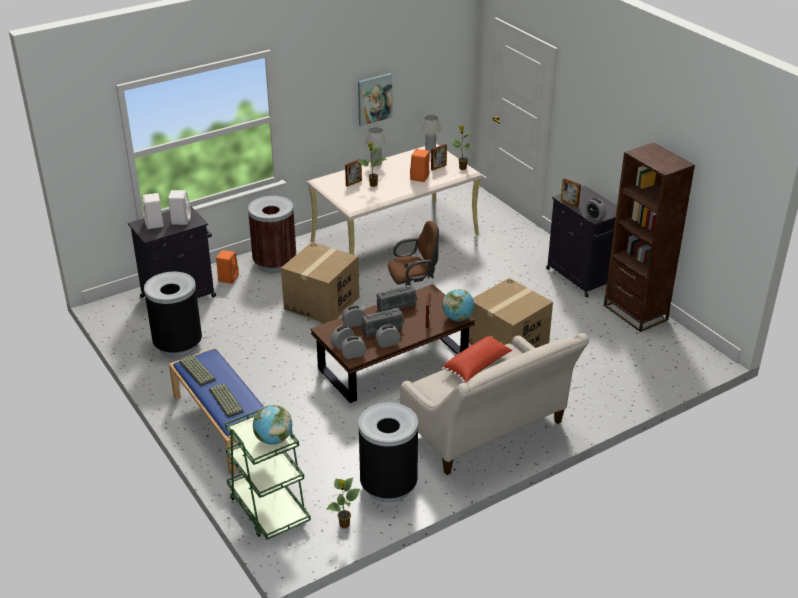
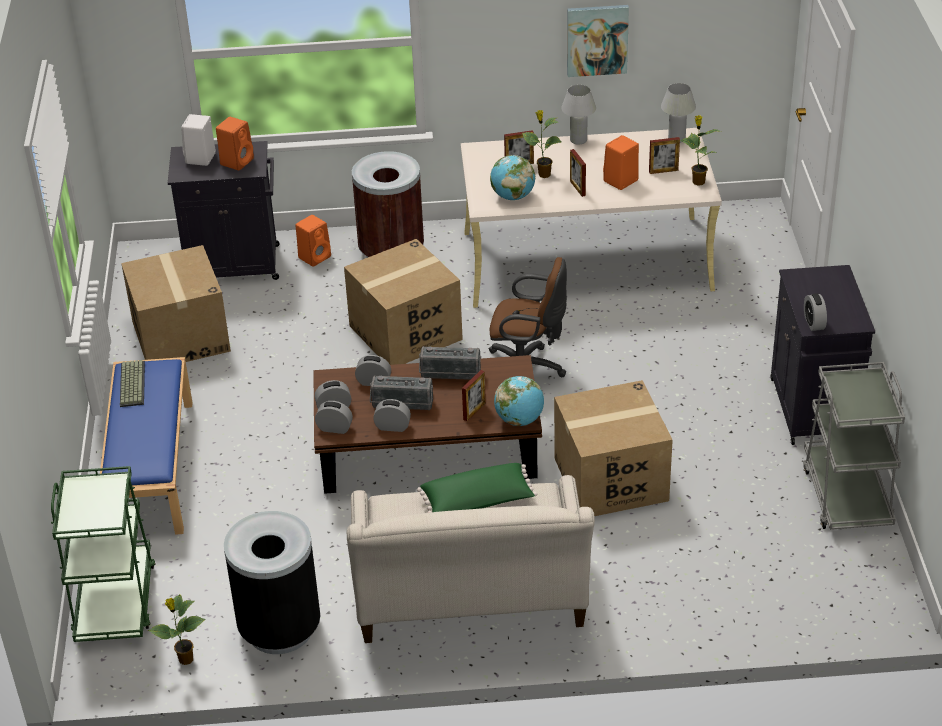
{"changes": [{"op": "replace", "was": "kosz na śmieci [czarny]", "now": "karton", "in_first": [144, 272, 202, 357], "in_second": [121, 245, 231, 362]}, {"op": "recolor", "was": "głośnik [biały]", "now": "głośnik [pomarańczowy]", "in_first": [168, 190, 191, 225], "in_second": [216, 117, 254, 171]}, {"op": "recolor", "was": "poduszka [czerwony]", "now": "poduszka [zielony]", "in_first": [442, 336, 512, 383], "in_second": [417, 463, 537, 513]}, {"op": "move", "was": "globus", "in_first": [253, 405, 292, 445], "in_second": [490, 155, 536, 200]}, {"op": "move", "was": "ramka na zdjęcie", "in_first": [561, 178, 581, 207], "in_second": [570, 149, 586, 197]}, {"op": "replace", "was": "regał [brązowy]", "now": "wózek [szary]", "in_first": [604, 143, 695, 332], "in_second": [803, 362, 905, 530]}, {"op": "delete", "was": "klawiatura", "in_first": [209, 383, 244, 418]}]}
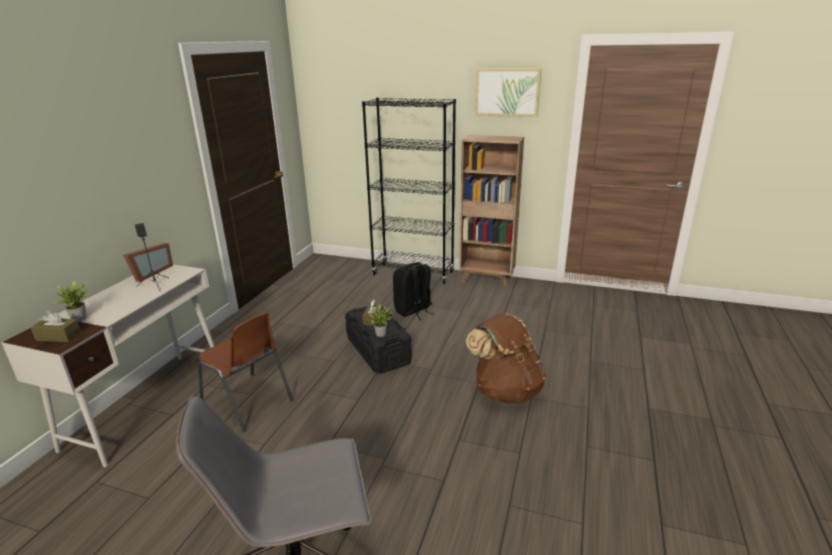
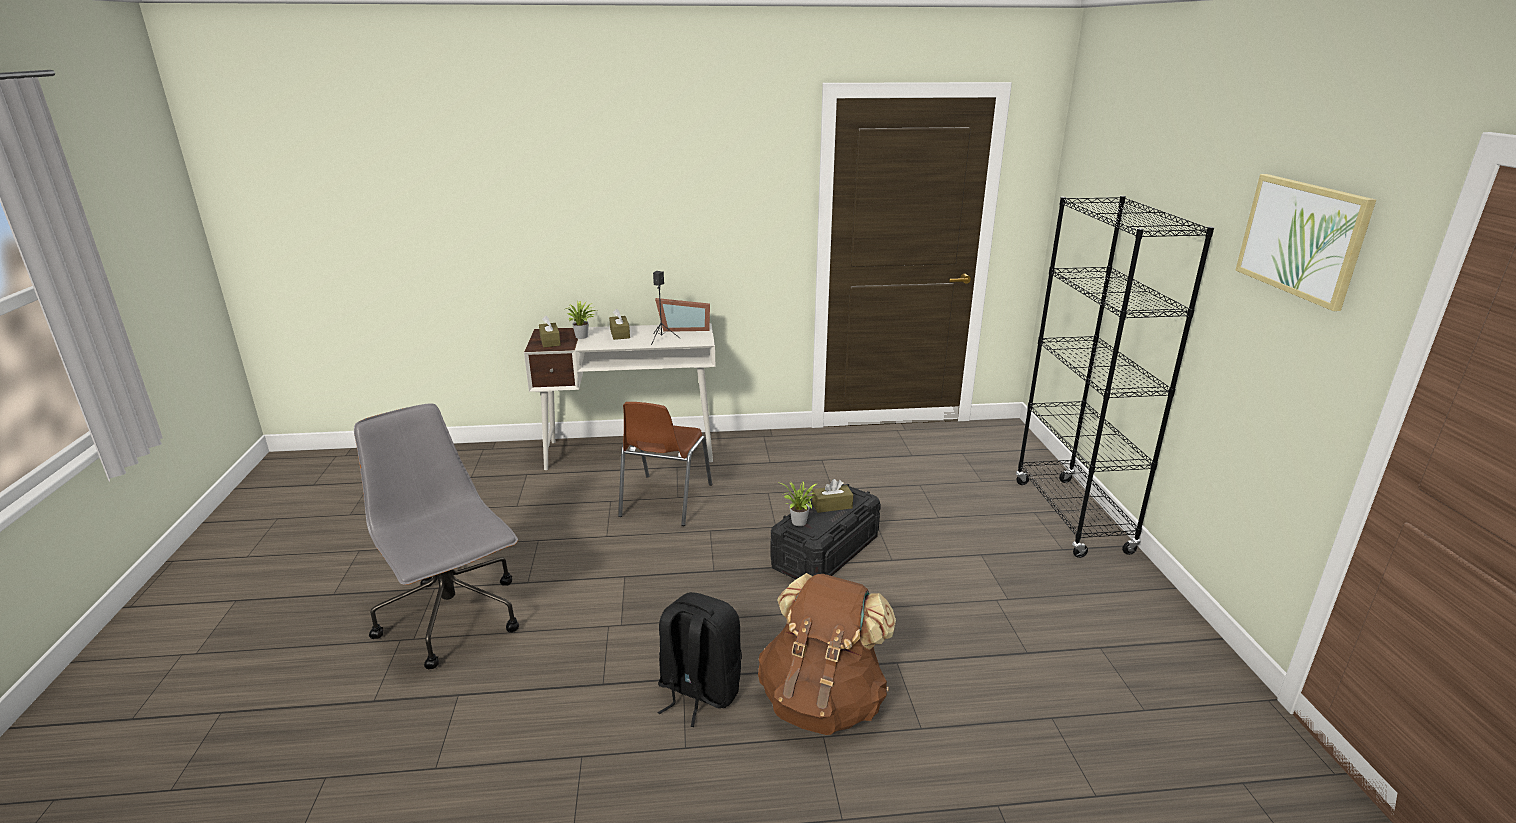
{"changes": [{"op": "insert", "now": "pudełko chusteczek [brązowy]", "in_second": [609, 308, 630, 340]}, {"op": "move", "was": "plecak [czarny]", "in_first": [393, 262, 434, 320], "in_second": [658, 592, 742, 727]}, {"op": "delete", "was": "regał [brązowy]", "in_first": [459, 135, 524, 289]}]}
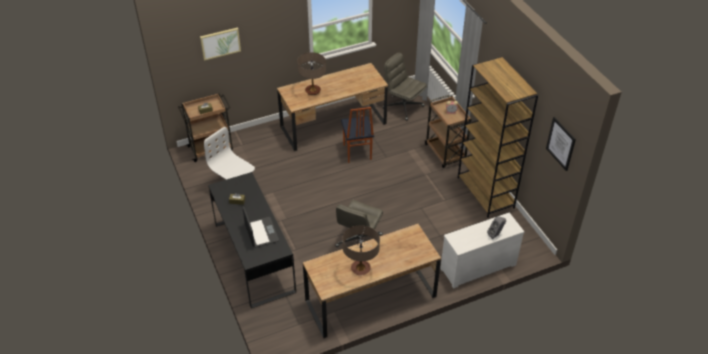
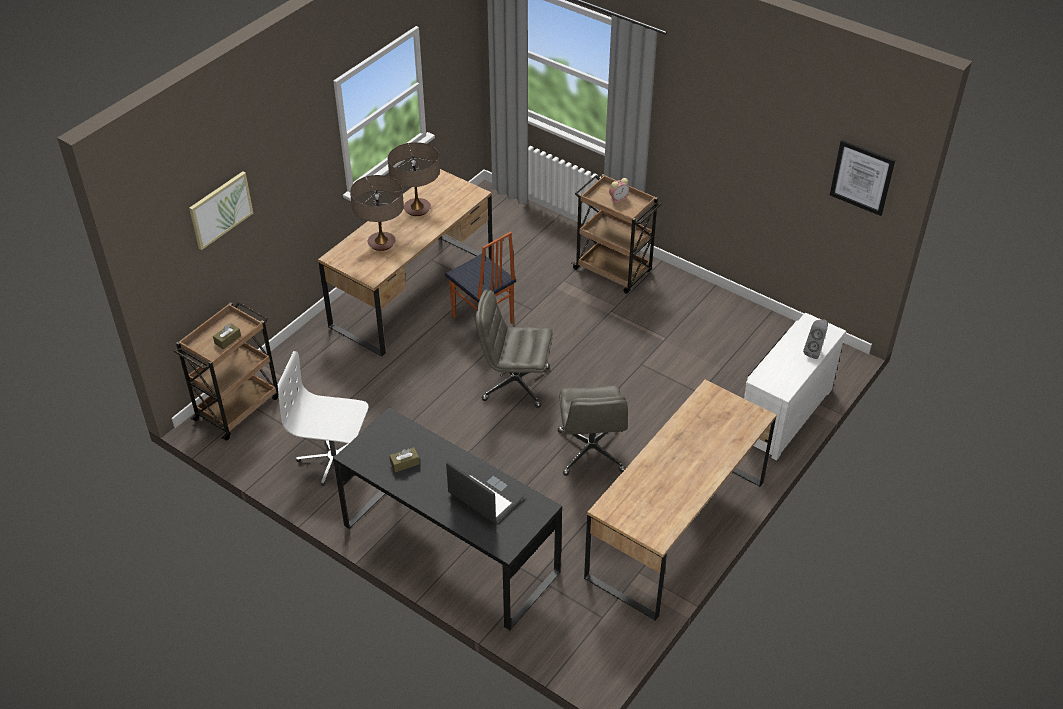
{"changes": [{"op": "move", "was": "lampa stołowa", "in_first": [342, 225, 380, 276], "in_second": [388, 142, 440, 216]}, {"op": "move", "was": "krzesło biurowe [szary]", "in_first": [383, 53, 427, 120], "in_second": [476, 289, 553, 408]}, {"op": "delete", "was": "regał [brązowy]", "in_first": [458, 57, 538, 218]}]}
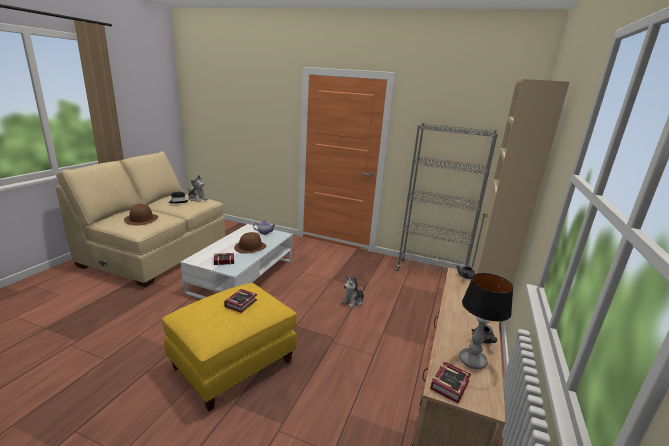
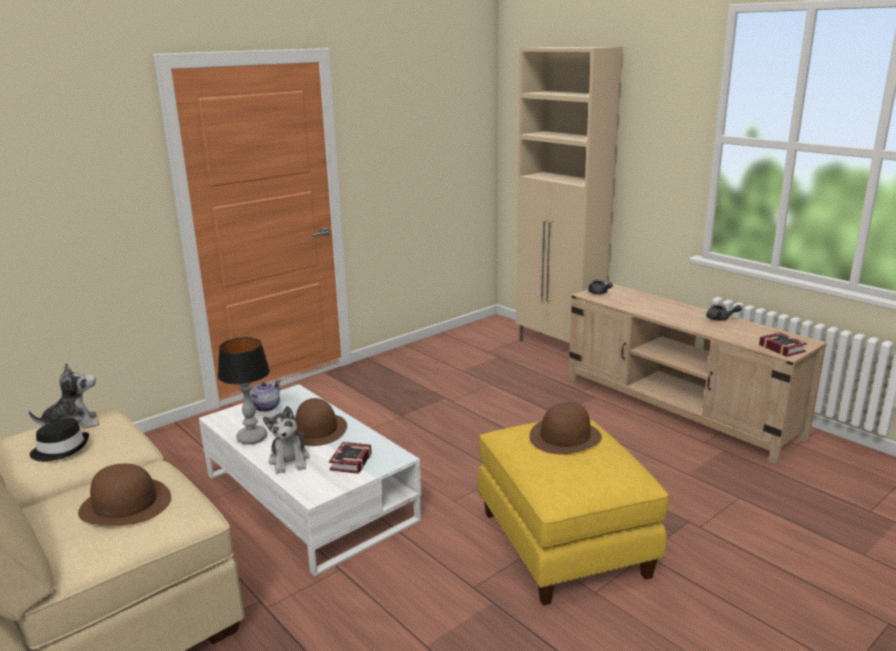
{"changes": [{"op": "move", "was": "lampa stołowa", "in_first": [459, 273, 513, 369], "in_second": [218, 337, 270, 444]}, {"op": "move", "was": "pluszak", "in_first": [341, 275, 365, 308], "in_second": [263, 406, 310, 474]}, {"op": "replace", "was": "książka", "now": "kapelusz [brązowy]", "in_first": [224, 289, 257, 313], "in_second": [529, 402, 602, 454]}, {"op": "delete", "was": "regał [szary]", "in_first": [397, 123, 498, 273]}]}
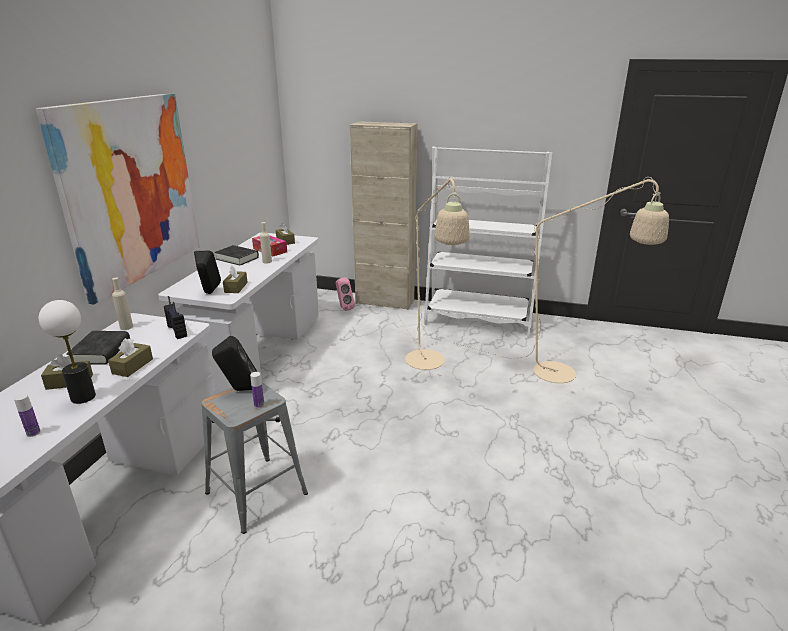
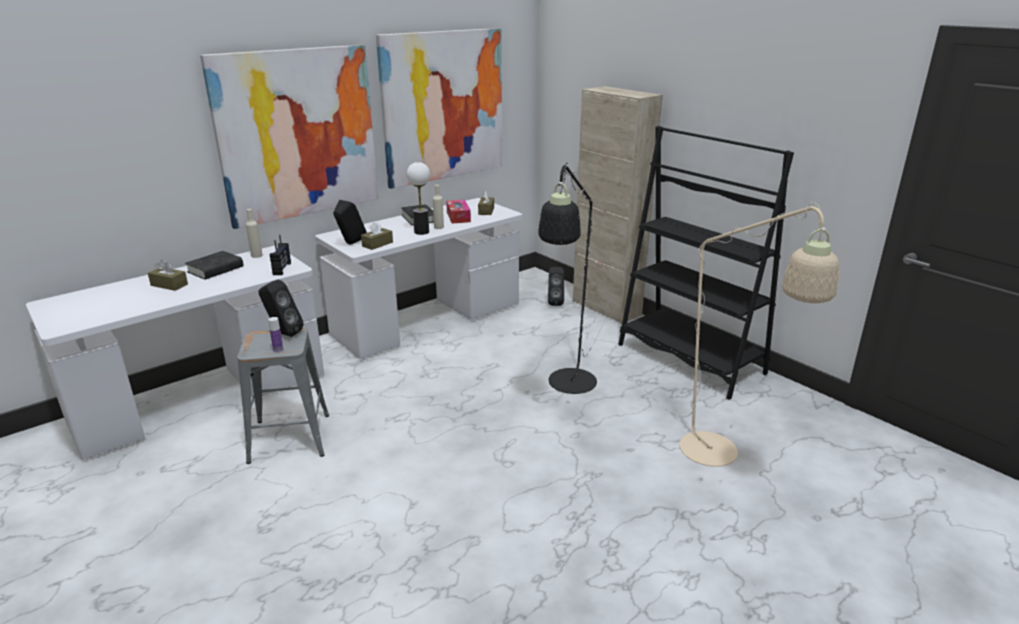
{"changes": [{"op": "insert", "now": "obraz", "in_second": [376, 28, 502, 189]}, {"op": "move", "was": "lampa stołowa", "in_first": [39, 300, 96, 404], "in_second": [407, 162, 430, 235]}, {"op": "recolor", "was": "lampa stojąca [beżowy]", "now": "lampa stojąca [czarny]", "in_first": [396, 176, 470, 370], "in_second": [538, 162, 603, 394]}, {"op": "recolor", "was": "głośnik [różowy]", "now": "głośnik [czarny]", "in_first": [336, 277, 355, 311], "in_second": [548, 267, 564, 306]}, {"op": "recolor", "was": "regał [biały]", "now": "regał [czarny]", "in_first": [424, 147, 553, 338], "in_second": [618, 126, 794, 400]}, {"op": "delete", "was": "butelka", "in_first": [14, 394, 41, 437]}, {"op": "delete", "was": "pudełko chusteczek [brązowy]", "in_first": [108, 338, 153, 377]}]}
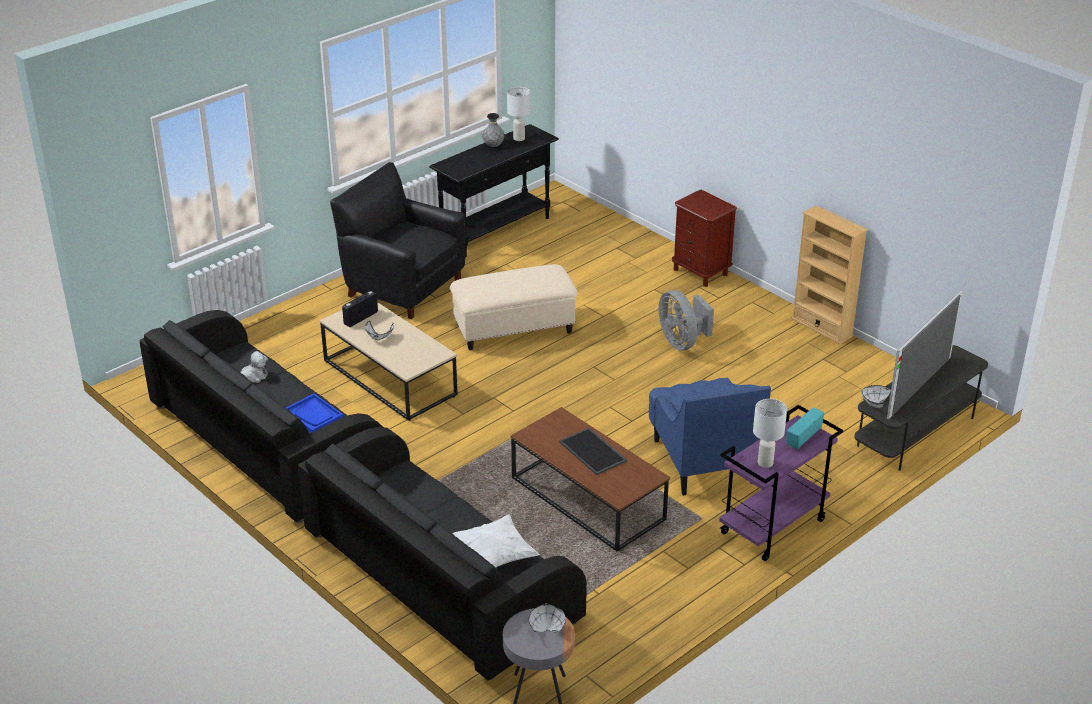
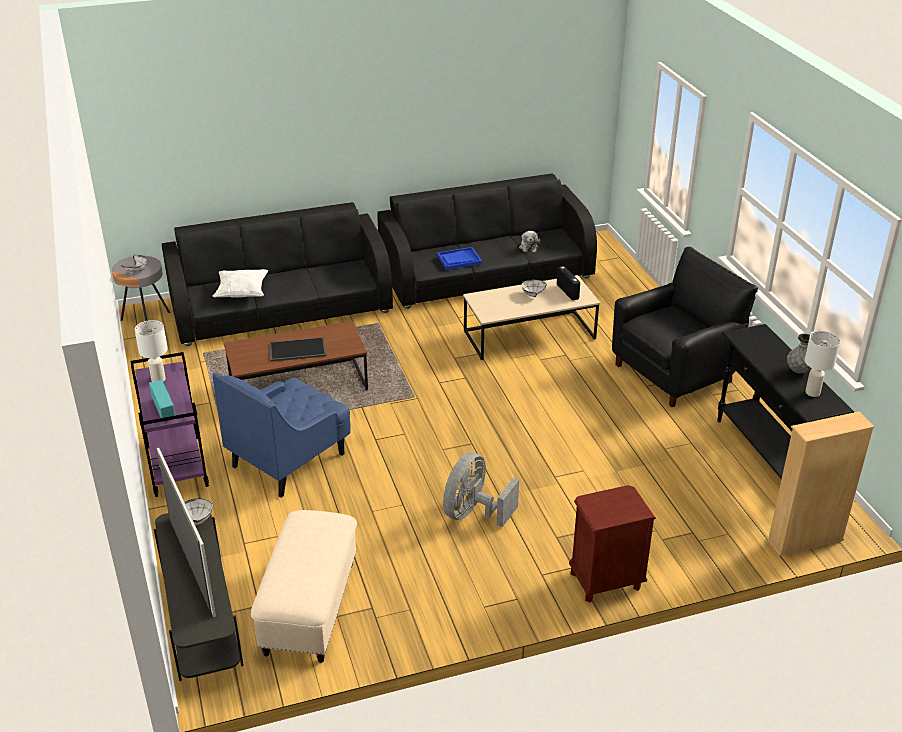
{"changes": [{"op": "rotate", "was": "fotel [niebieski]", "in_first": [649, 378, 771, 496], "in_second": [212, 372, 351, 498], "clockwise": -60}, {"op": "move", "was": "pufa [beżowy]", "in_first": [450, 264, 578, 350], "in_second": [251, 510, 357, 663]}, {"op": "rotate", "was": "wentylator [szary]", "in_first": [659, 290, 714, 351], "in_second": [443, 452, 519, 527], "clockwise": -60}, {"op": "move", "was": "regał [beżowy]", "in_first": [791, 205, 868, 344], "in_second": [766, 412, 875, 556]}]}
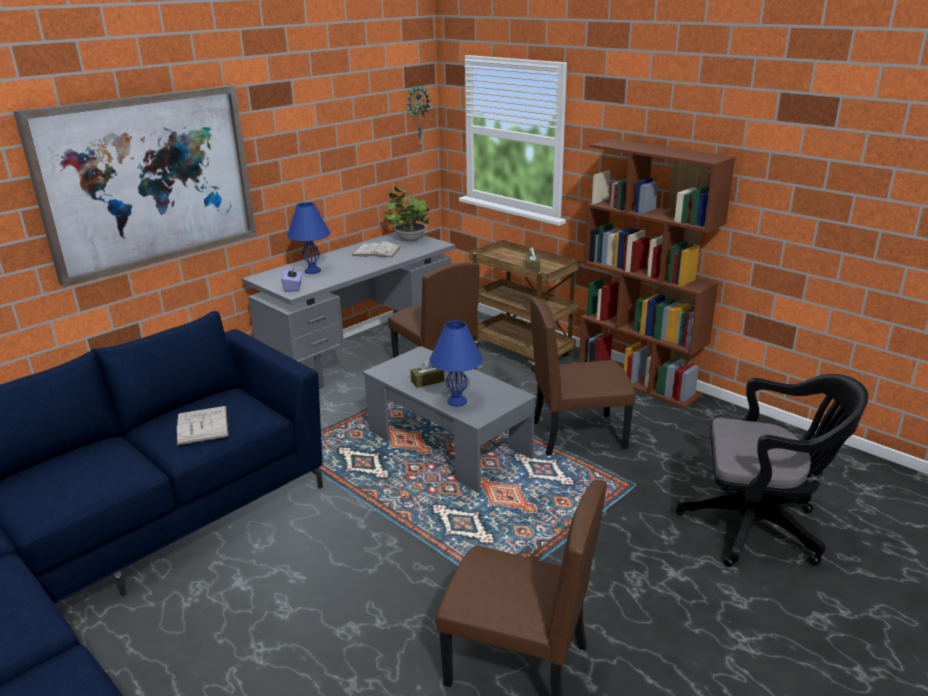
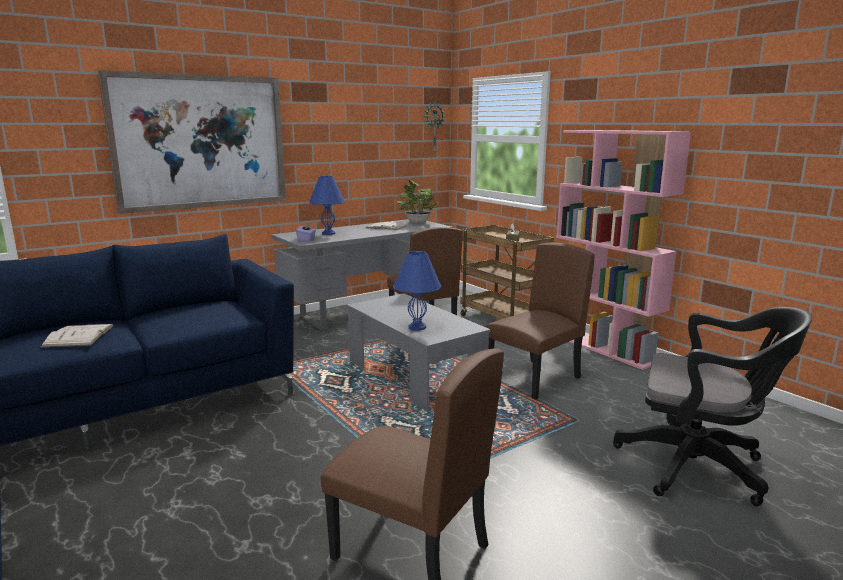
{"changes": [{"op": "move", "was": "książka [biały]", "in_first": [177, 406, 229, 446], "in_second": [41, 324, 114, 347]}, {"op": "rotate", "was": "krzesło [brązowy]", "in_first": [530, 297, 636, 456], "in_second": [486, 243, 595, 400], "clockwise": 135}, {"op": "recolor", "was": "regał [brązowy]", "now": "regał [różowy]", "in_first": [579, 139, 735, 409], "in_second": [556, 130, 691, 370]}, {"op": "delete", "was": "pudełko chusteczek [brązowy]", "in_first": [410, 359, 445, 388]}]}
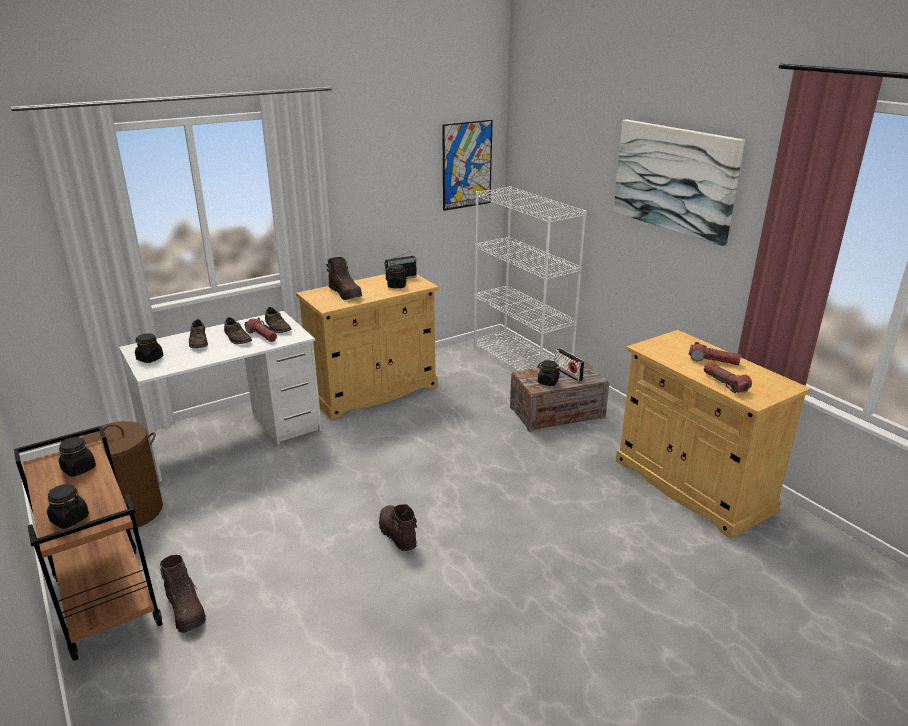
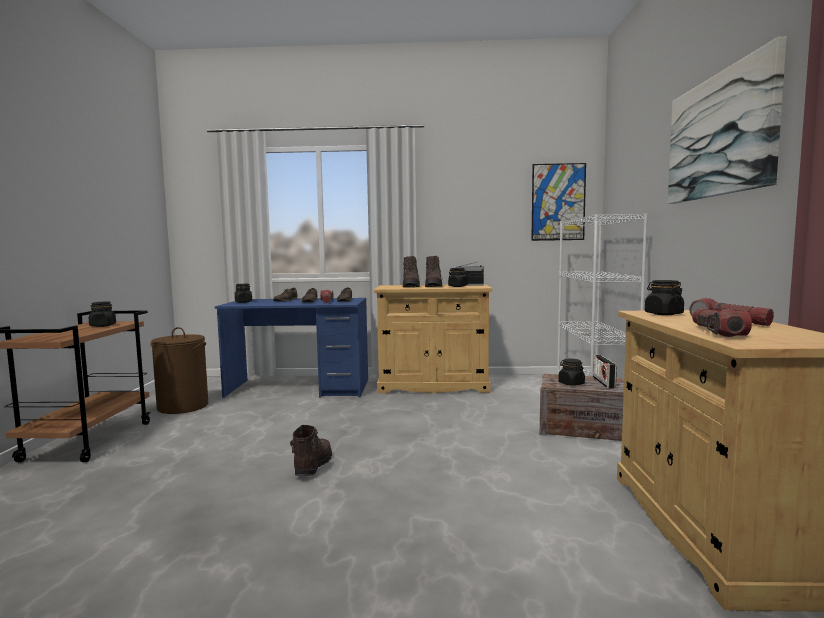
{"changes": [{"op": "recolor", "was": "biurko [biały]", "now": "biurko [niebieski]", "in_first": [119, 311, 322, 482], "in_second": [215, 298, 368, 398]}, {"op": "move", "was": "but z cholewką [brązowy]", "in_first": [159, 555, 206, 633], "in_second": [425, 256, 443, 287]}, {"op": "move", "was": "słoik [czarny]", "in_first": [47, 484, 89, 529], "in_second": [645, 280, 684, 315]}]}
